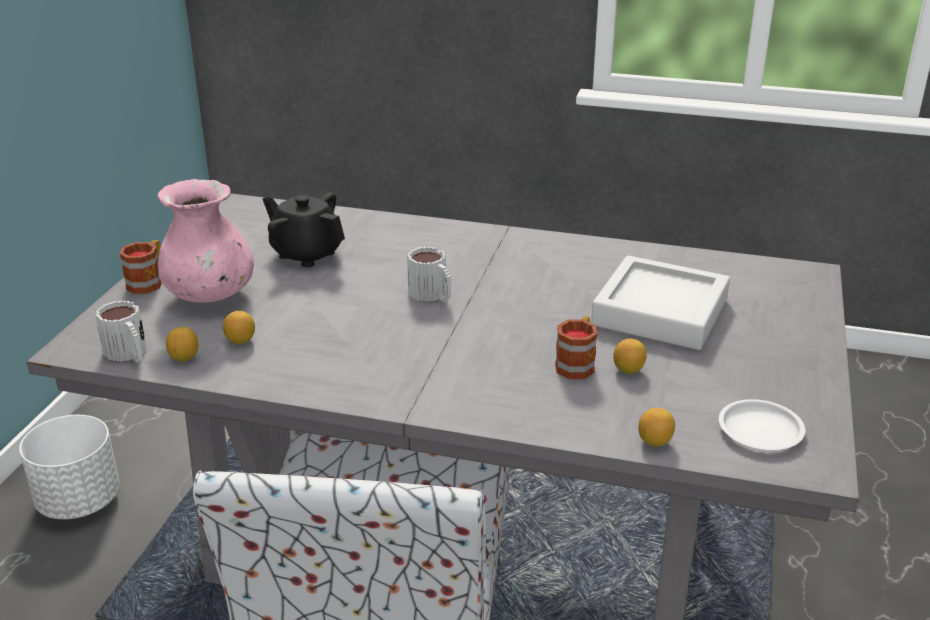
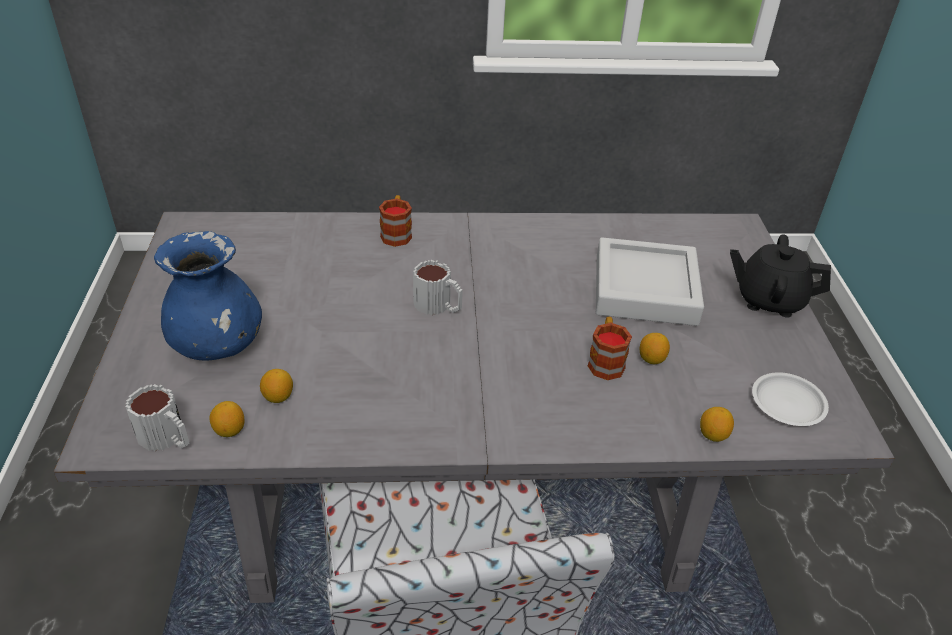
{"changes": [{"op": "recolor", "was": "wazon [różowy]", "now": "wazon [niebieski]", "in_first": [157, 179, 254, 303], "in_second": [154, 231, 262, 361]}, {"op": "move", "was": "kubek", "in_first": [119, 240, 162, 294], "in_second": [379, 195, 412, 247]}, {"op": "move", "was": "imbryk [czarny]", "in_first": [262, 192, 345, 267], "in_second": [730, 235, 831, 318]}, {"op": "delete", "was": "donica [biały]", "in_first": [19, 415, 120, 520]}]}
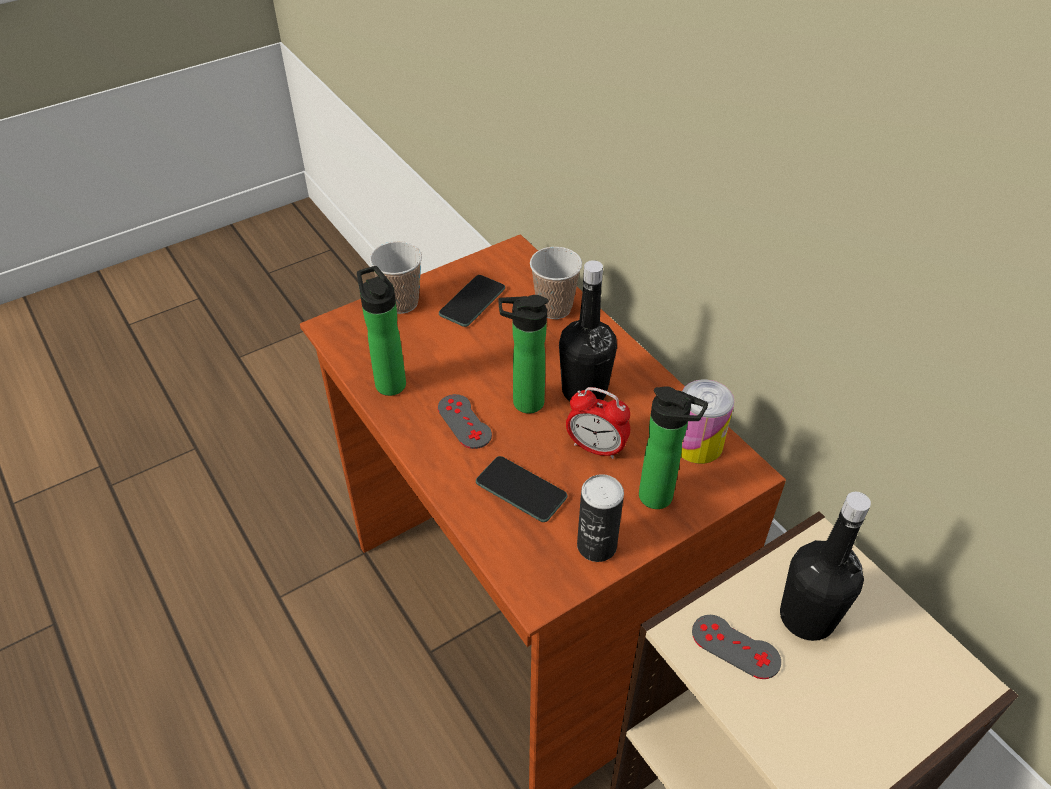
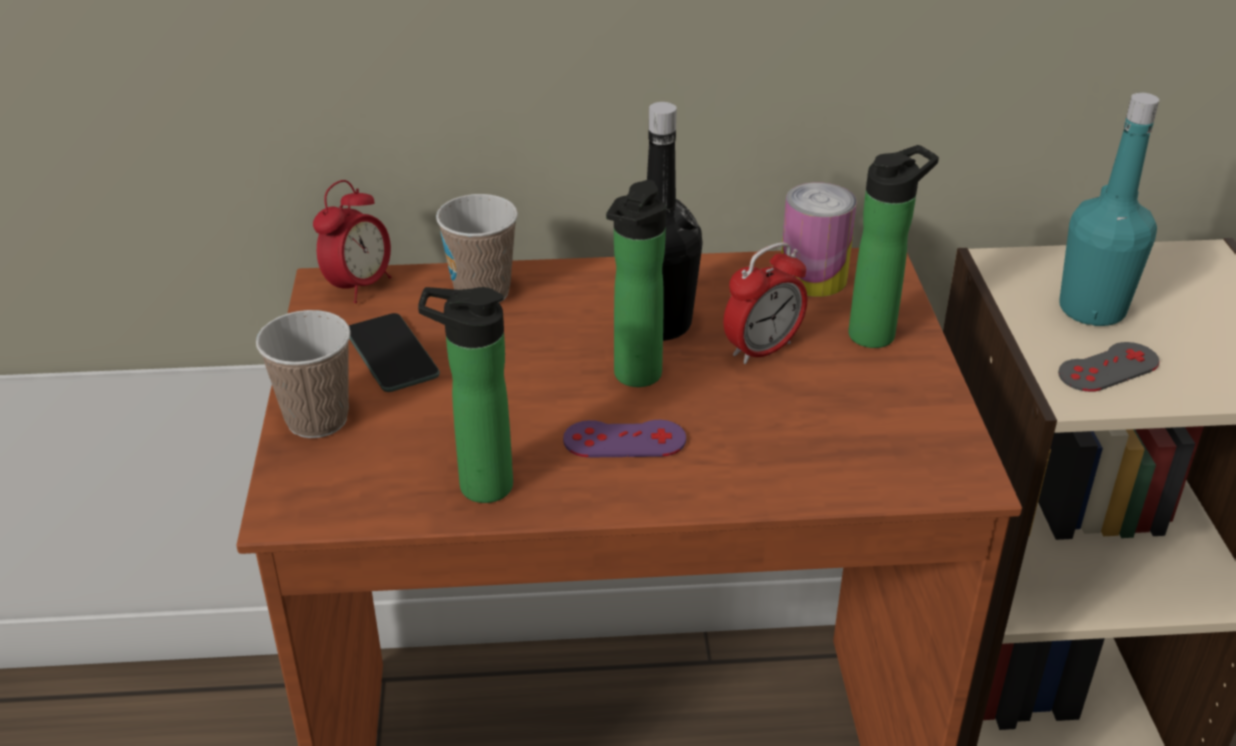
{"changes": [{"op": "insert", "now": "budzik", "in_second": [313, 180, 391, 303]}, {"op": "recolor", "was": "pad do gier [szary]", "now": "pad do gier [fioletowy]", "in_first": [438, 394, 492, 449], "in_second": [563, 420, 686, 458]}, {"op": "recolor", "was": "butelka [czarny]", "now": "butelka [turkusowy]", "in_first": [780, 492, 871, 641], "in_second": [1059, 93, 1159, 326]}, {"op": "delete", "was": "telefon", "in_first": [476, 456, 568, 522]}, {"op": "delete", "was": "puszka", "in_first": [577, 474, 624, 562]}]}
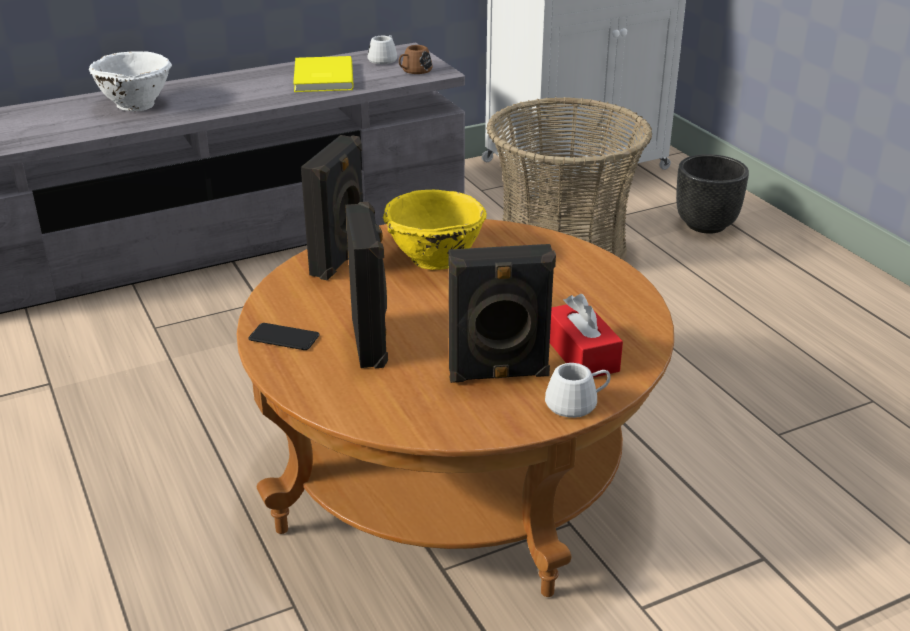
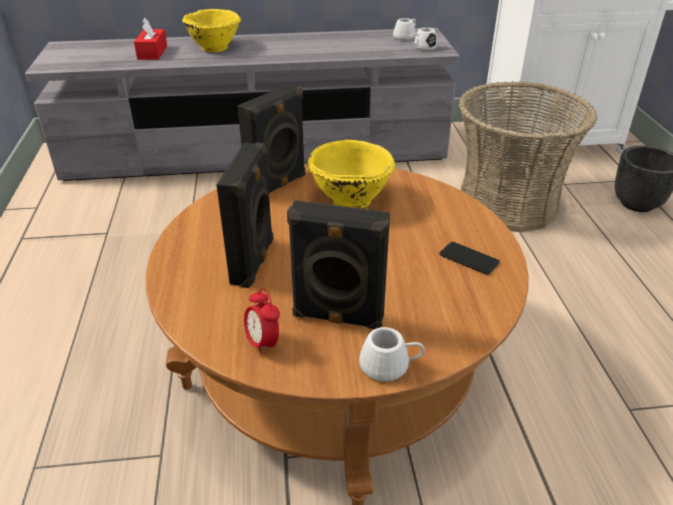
{"changes": [{"op": "move", "was": "pudełko chusteczek [czerwony]", "in_first": [550, 294, 623, 378], "in_second": [134, 17, 167, 60]}, {"op": "recolor", "was": "miska [biały]", "now": "miska [żółty]", "in_first": [89, 51, 172, 111], "in_second": [182, 9, 241, 52]}, {"op": "insert", "now": "budzik", "in_second": [244, 288, 280, 357]}, {"op": "recolor", "was": "kubek [brązowy]", "now": "kubek [biały]", "in_first": [399, 45, 433, 74], "in_second": [410, 27, 437, 51]}, {"op": "move", "was": "telefon", "in_first": [249, 323, 320, 350], "in_second": [439, 242, 500, 275]}, {"op": "delete", "was": "książka [żółty]", "in_first": [293, 56, 354, 92]}]}
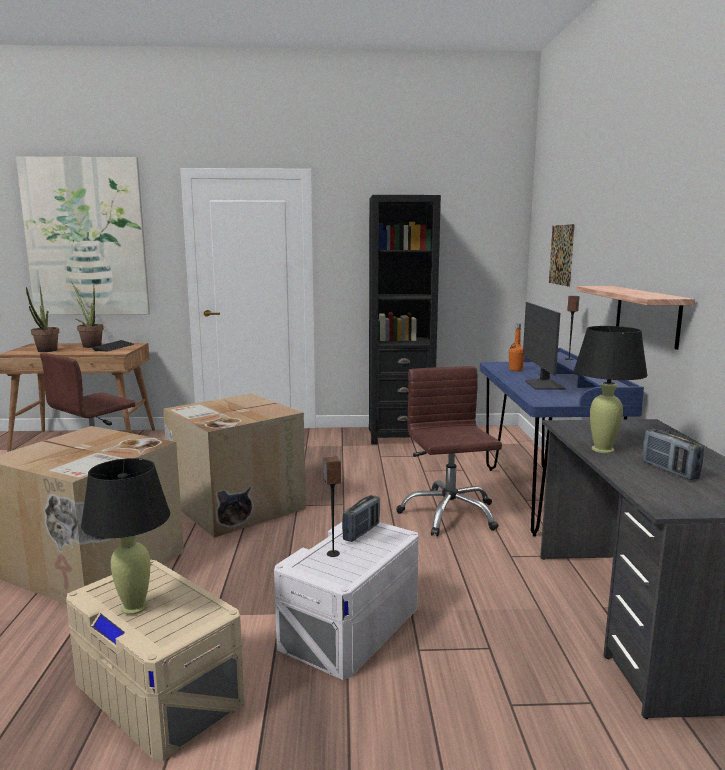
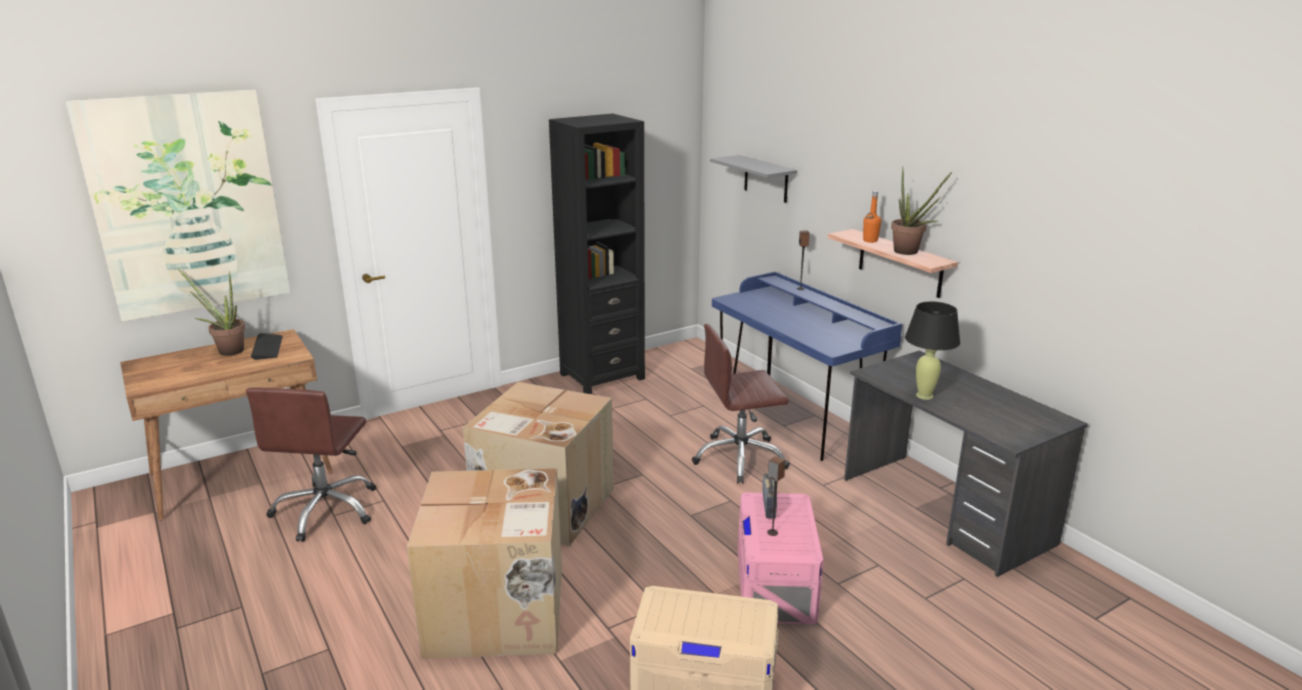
{"changes": [{"op": "rotate", "was": "krzesło biurowe [brązowy]", "in_first": [396, 366, 502, 536], "in_second": [691, 324, 790, 484], "clockwise": -60}, {"op": "replace", "was": "obraz", "now": "półka [szary]", "in_first": [549, 224, 575, 287], "in_second": [710, 155, 797, 203]}, {"op": "recolor", "was": "pojemnik do przechowywania [biały]", "now": "pojemnik do przechowywania [różowy]", "in_first": [274, 522, 419, 680], "in_second": [738, 492, 824, 624]}, {"op": "move", "was": "butelka [pomarańczowy]", "in_first": [509, 323, 524, 371], "in_second": [863, 191, 881, 243]}, {"op": "move", "was": "roślina doniczkowa", "in_first": [26, 287, 60, 352], "in_second": [891, 169, 952, 255]}, {"op": "delete", "was": "lampa stołowa [czarny]", "in_first": [81, 458, 170, 615]}, {"op": "delete", "was": "monitor", "in_first": [523, 302, 566, 390]}, {"op": "delete", "was": "radio", "in_first": [642, 429, 704, 480]}]}
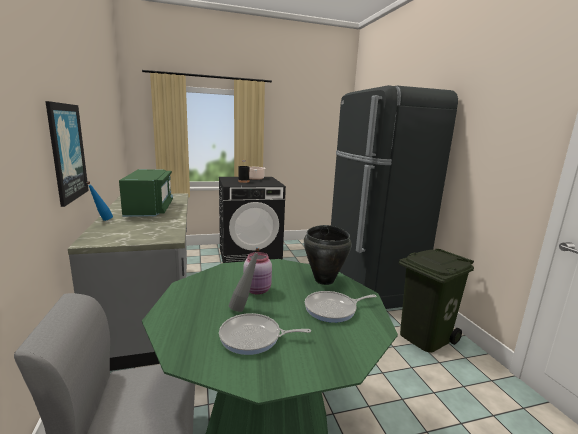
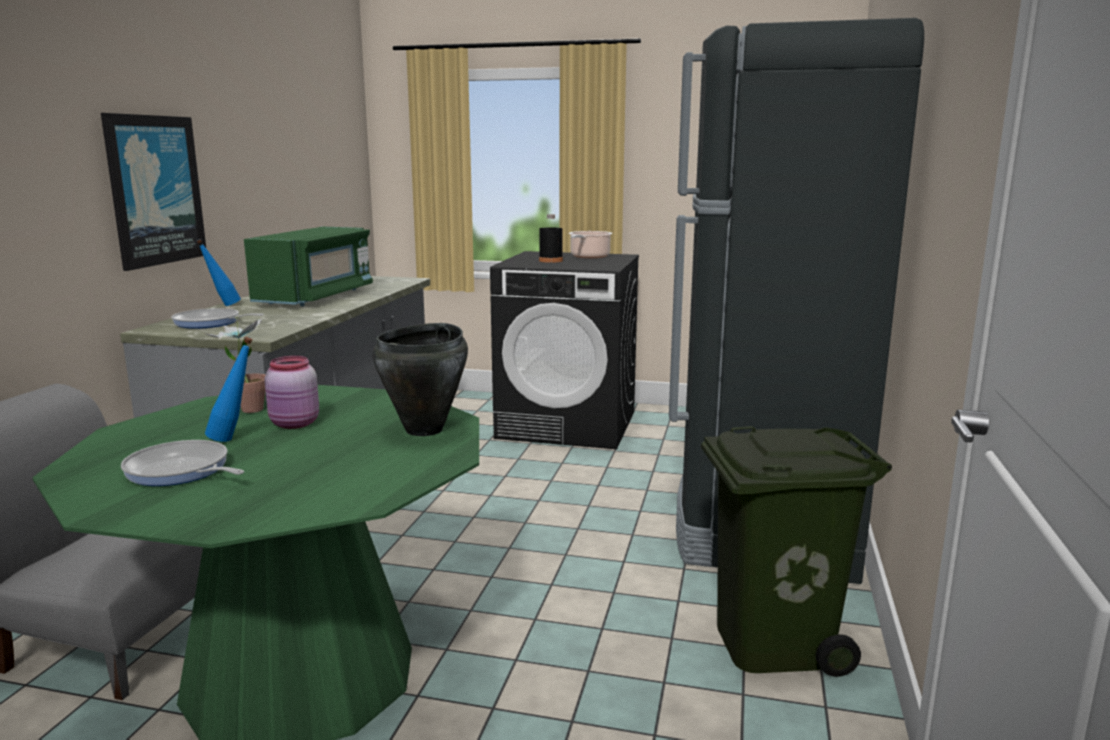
{"changes": [{"op": "move", "was": "patelnia", "in_first": [305, 291, 376, 323], "in_second": [171, 308, 264, 329]}, {"op": "insert", "now": "roślina doniczkowa", "in_second": [203, 316, 266, 413]}, {"op": "recolor", "was": "butelka [szary]", "now": "butelka [niebieski]", "in_first": [229, 248, 260, 312], "in_second": [205, 337, 253, 442]}]}
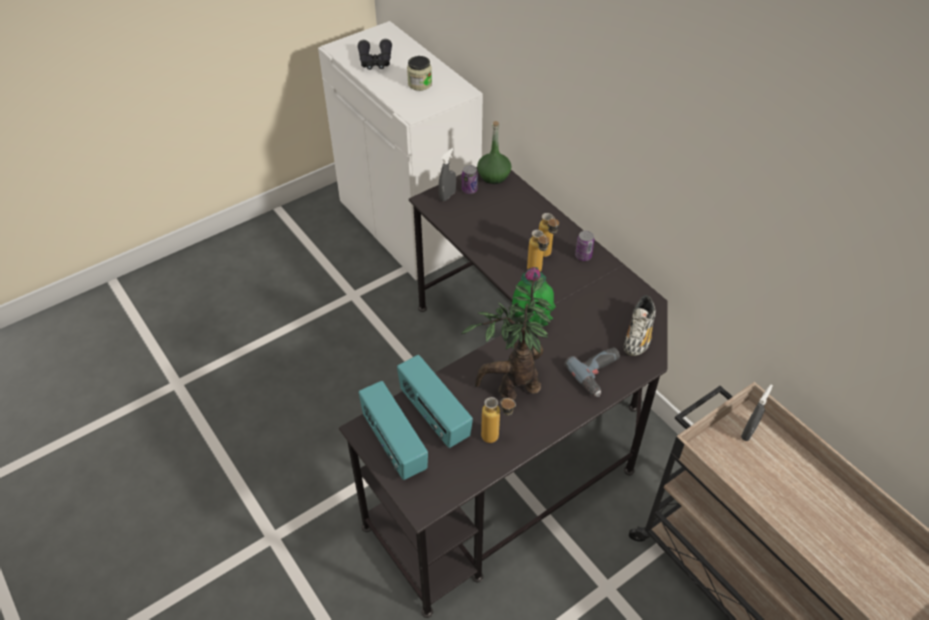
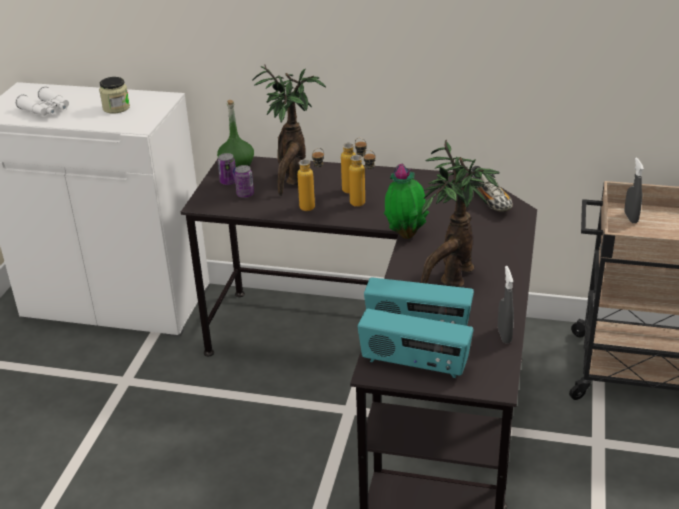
{"changes": [{"op": "recolor", "was": "lornetka [czarny]", "now": "lornetka [biały]", "in_first": [357, 39, 392, 70], "in_second": [15, 87, 69, 116]}, {"op": "move", "was": "puszka", "in_first": [575, 231, 595, 261], "in_second": [234, 165, 254, 198]}, {"op": "insert", "now": "roślina doniczkowa", "in_second": [252, 65, 326, 196]}, {"op": "move", "was": "butelka", "in_first": [481, 397, 516, 443], "in_second": [297, 148, 324, 211]}, {"op": "move", "was": "spryskiwacz [szary]", "in_first": [439, 148, 456, 201], "in_second": [498, 266, 514, 343]}, {"op": "delete", "was": "wiertarka", "in_first": [564, 347, 620, 397]}]}
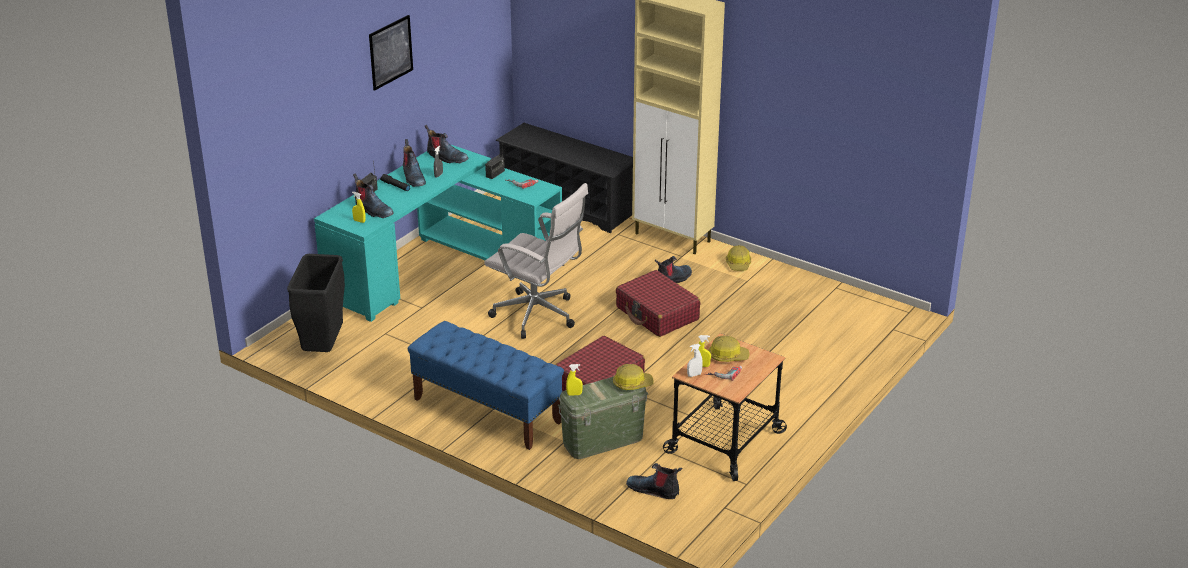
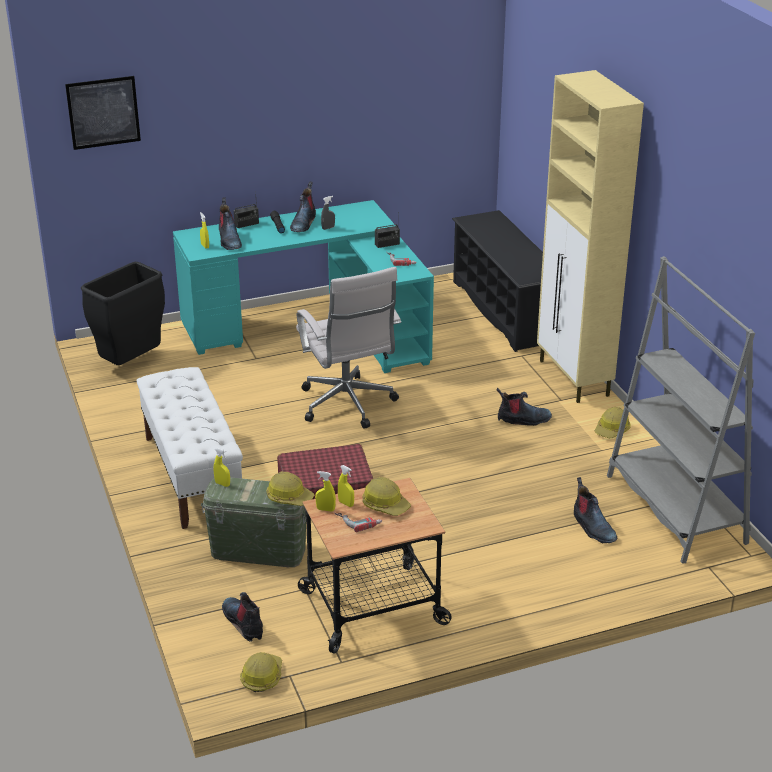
{"changes": [{"op": "move", "was": "obraz", "in_first": [369, 15, 413, 91], "in_second": [65, 76, 141, 150]}, {"op": "recolor", "was": "ławka [niebieski]", "now": "ławka [biały]", "in_first": [408, 321, 564, 450], "in_second": [137, 367, 243, 529]}, {"op": "insert", "now": "kask", "in_second": [240, 652, 282, 692]}, {"op": "recolor", "was": "spryskiwacz [biały]", "now": "spryskiwacz [żółty]", "in_first": [687, 344, 702, 377], "in_second": [315, 471, 336, 512]}, {"op": "move", "was": "but z cholewką", "in_first": [425, 125, 468, 163], "in_second": [574, 477, 617, 543]}, {"op": "insert", "now": "regał [szary]", "in_second": [607, 256, 755, 564]}, {"op": "delete", "was": "walizka [czerwony]", "in_first": [616, 270, 700, 337]}]}
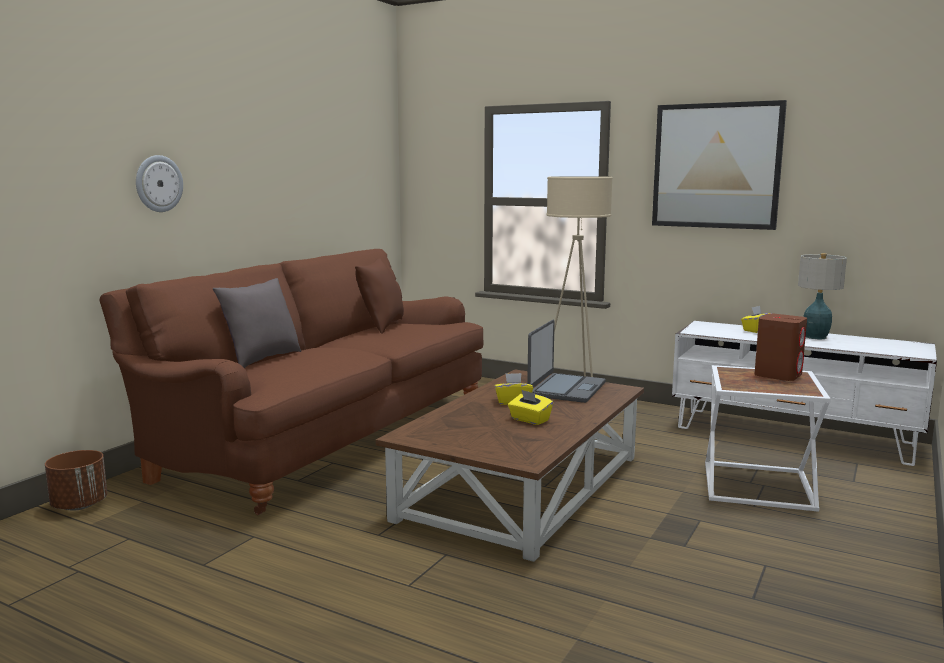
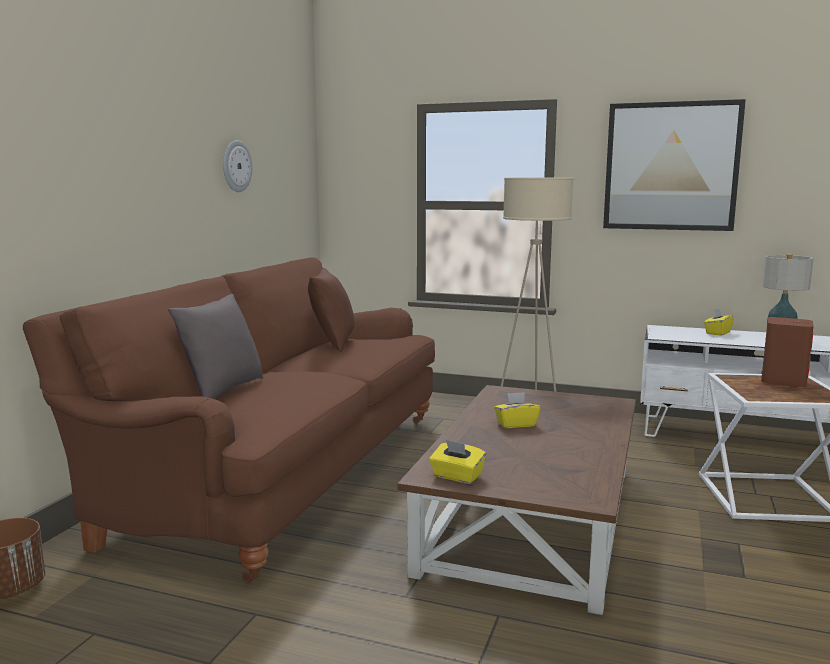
{"changes": [{"op": "move", "was": "zegar ścienny", "in_first": [136, 155, 183, 212], "in_second": [223, 140, 252, 192]}, {"op": "move", "was": "pudełko chusteczek [żółty]", "in_first": [508, 390, 553, 425], "in_second": [429, 440, 486, 484]}, {"op": "delete", "was": "laptop", "in_first": [527, 320, 606, 403]}]}
